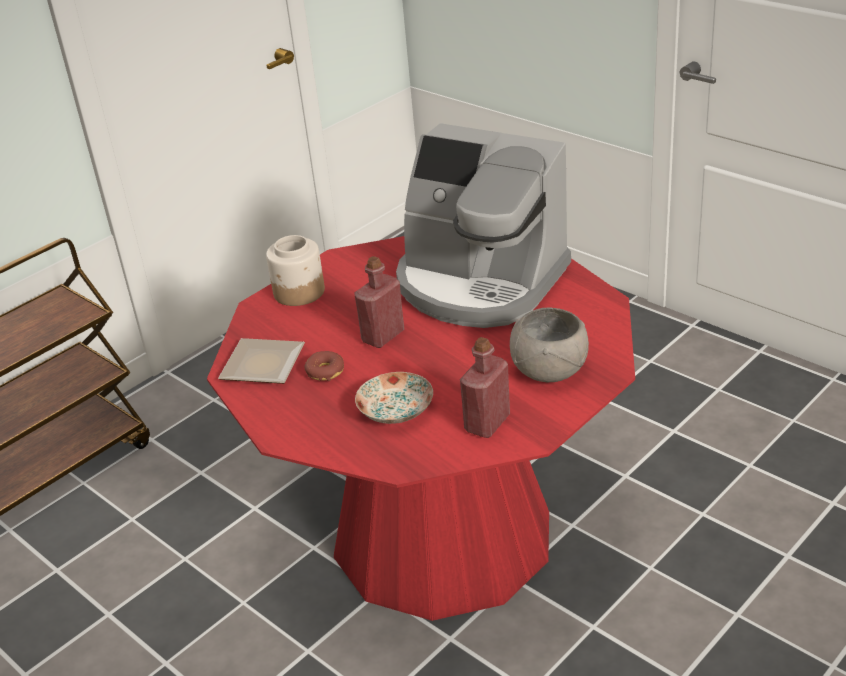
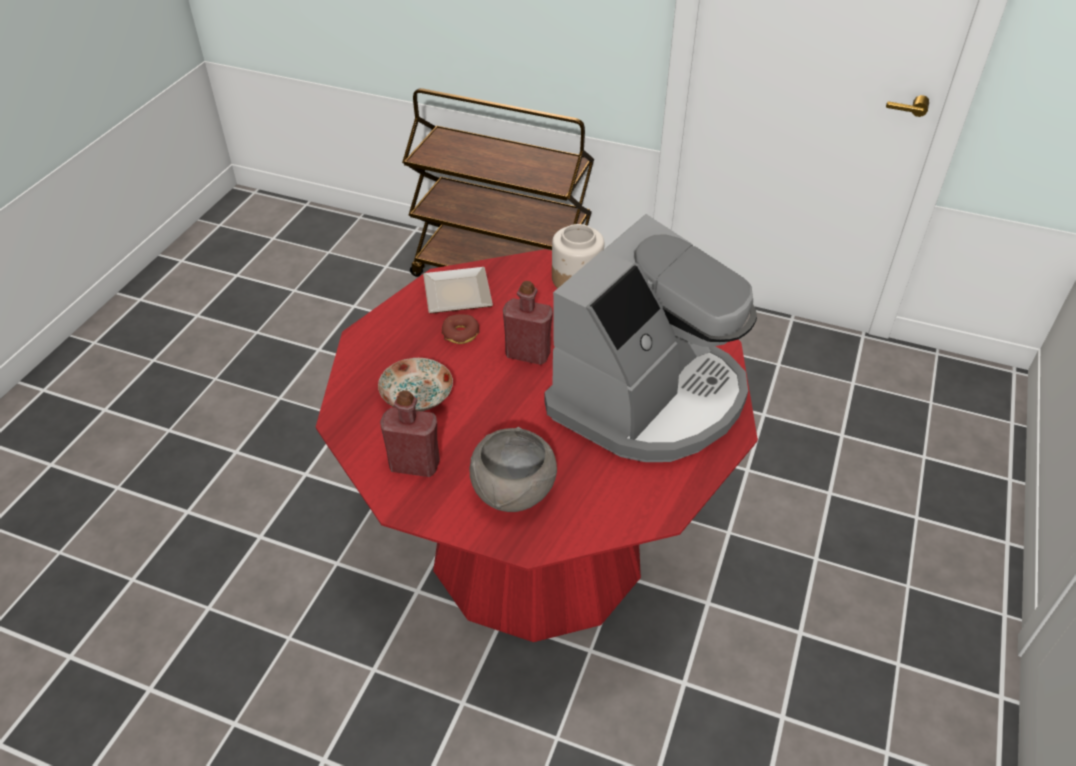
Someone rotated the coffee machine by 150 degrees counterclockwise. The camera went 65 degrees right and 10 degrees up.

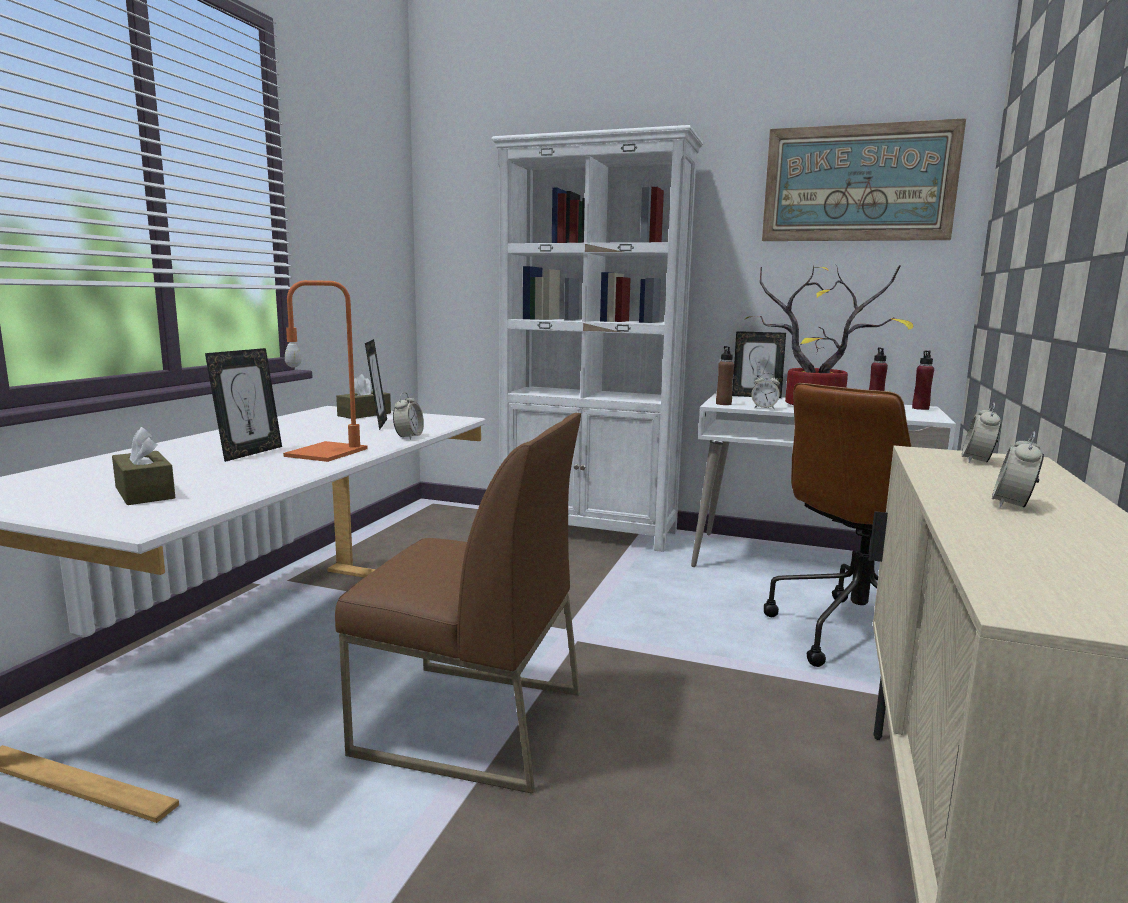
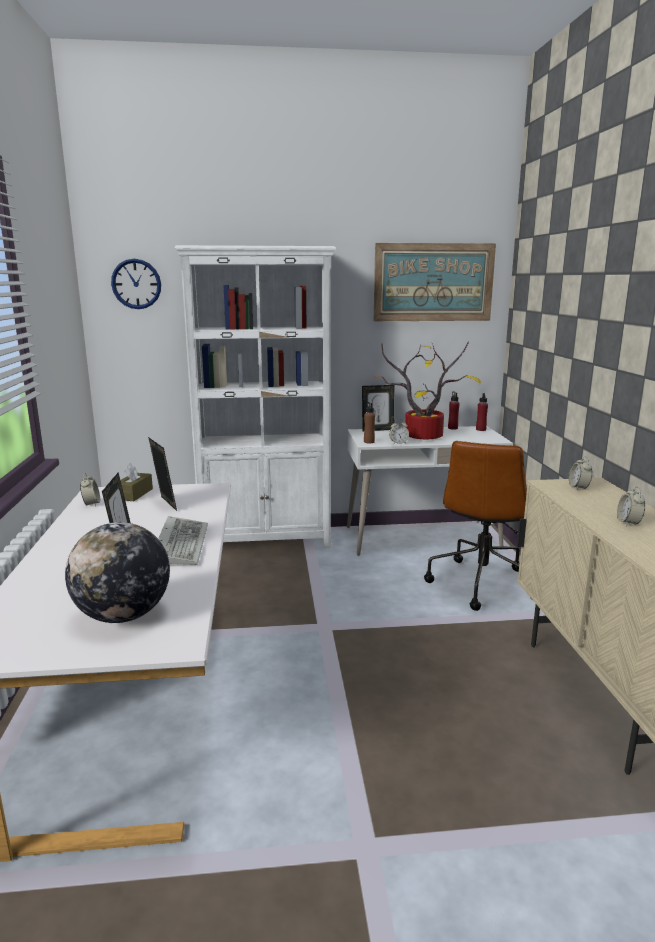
Someone swapped the brownish tissue holder (no. 1 from left) for the globe. Someone swapped the orange lamp for a table for the PC keyboard. Someone took away the brownish plain chair. Someone carried the table clock (no. 1 from left). Someone put up the hanging clock. The camera went 25 degrees left and 5 degrees up.

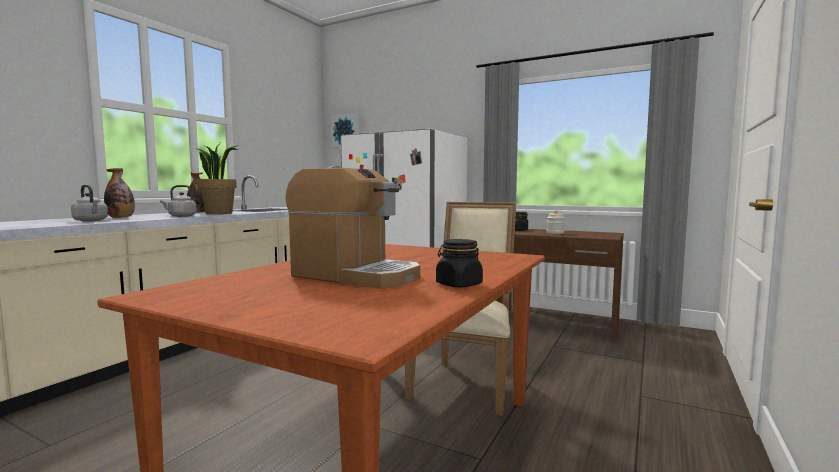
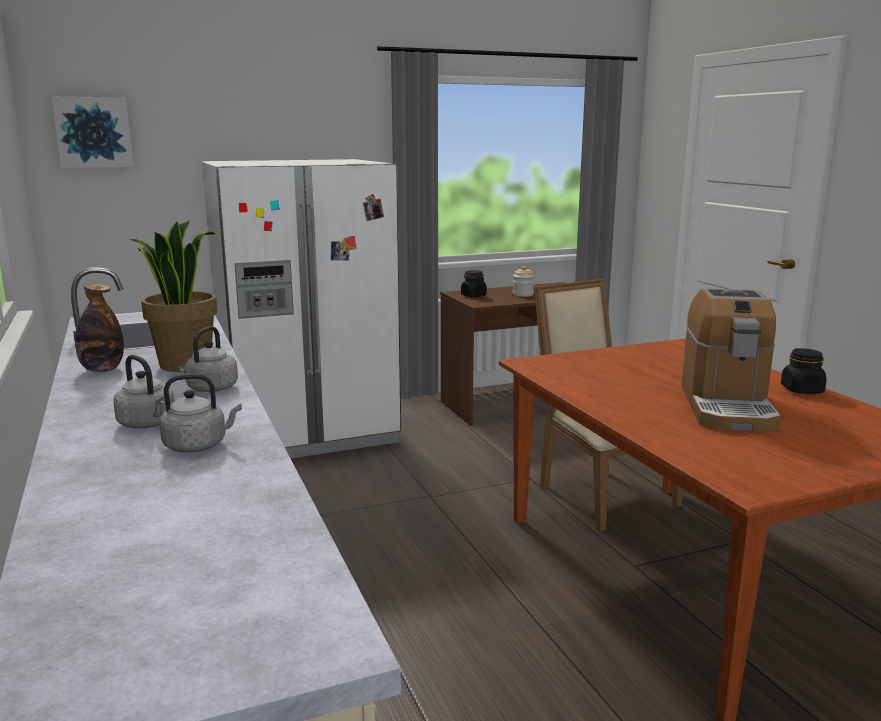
Someone swapped the beverage bottle (no. 1 from left) for the gray tea kettle (no. 1 from left). Someone rotated the coffee machine by 120 degrees clockwise. The camera went 50 degrees left and 10 degrees up.

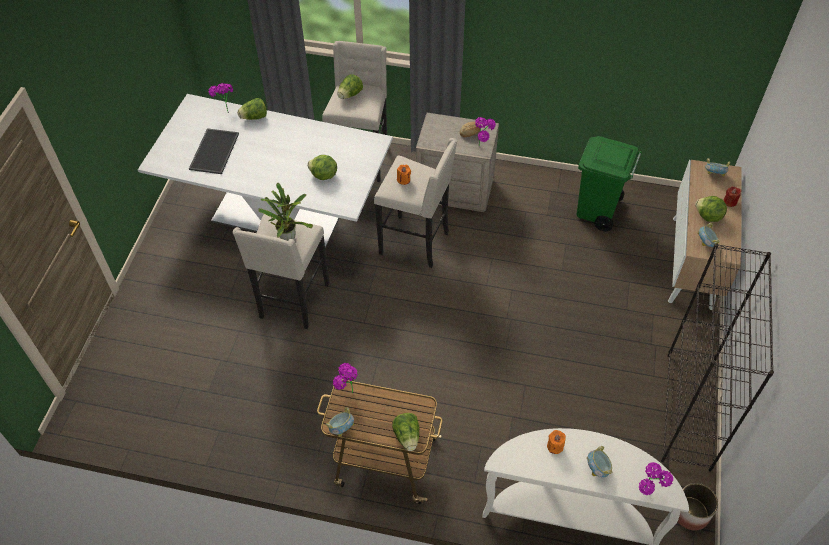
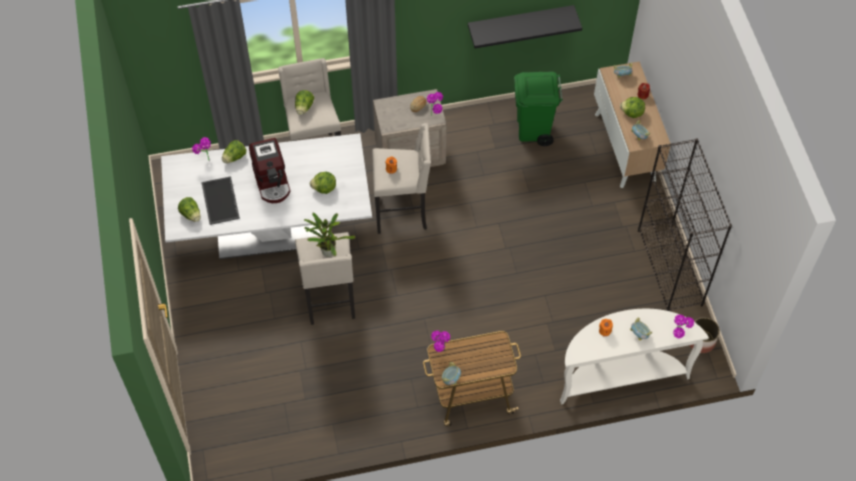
Someone carried the head of lettuce (no. 4 from left in the first image). Someone put down the coffee machine. Someone put up the black-coloured bracket shelf. The camera went 25 degrees left and 5 degrees up.

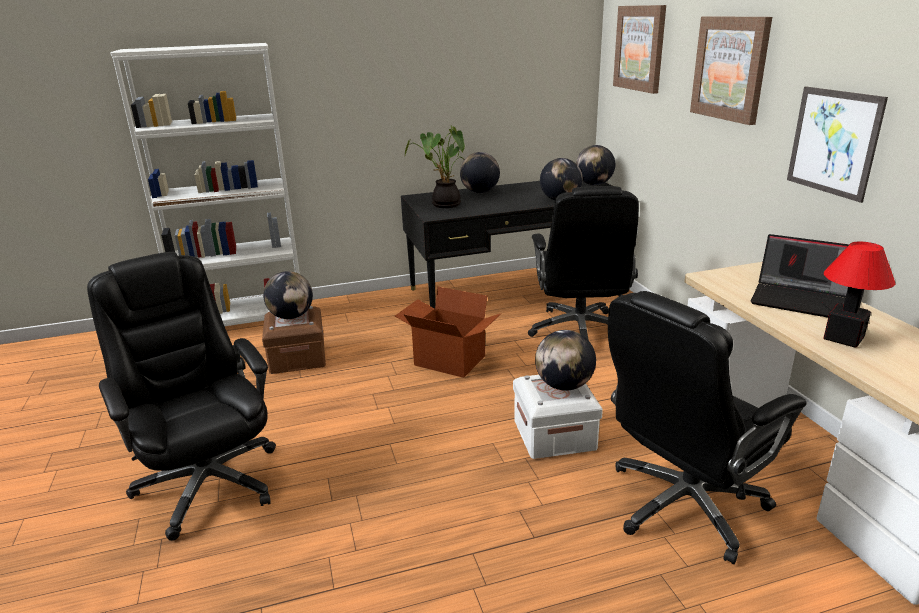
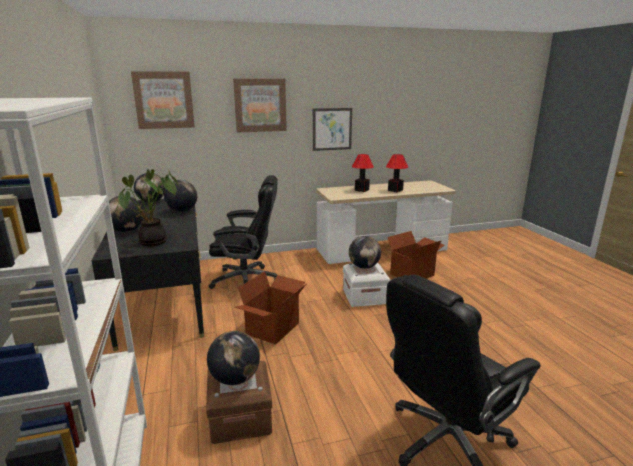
Someone swapped the black-coloured computer chair (no. 3 from left) for the cardboard box (no. 2 from left). Someone swapped the notebook computer for the lamp for a table (no. 1 from left). The camera went 90 degrees left and 5 degrees down.

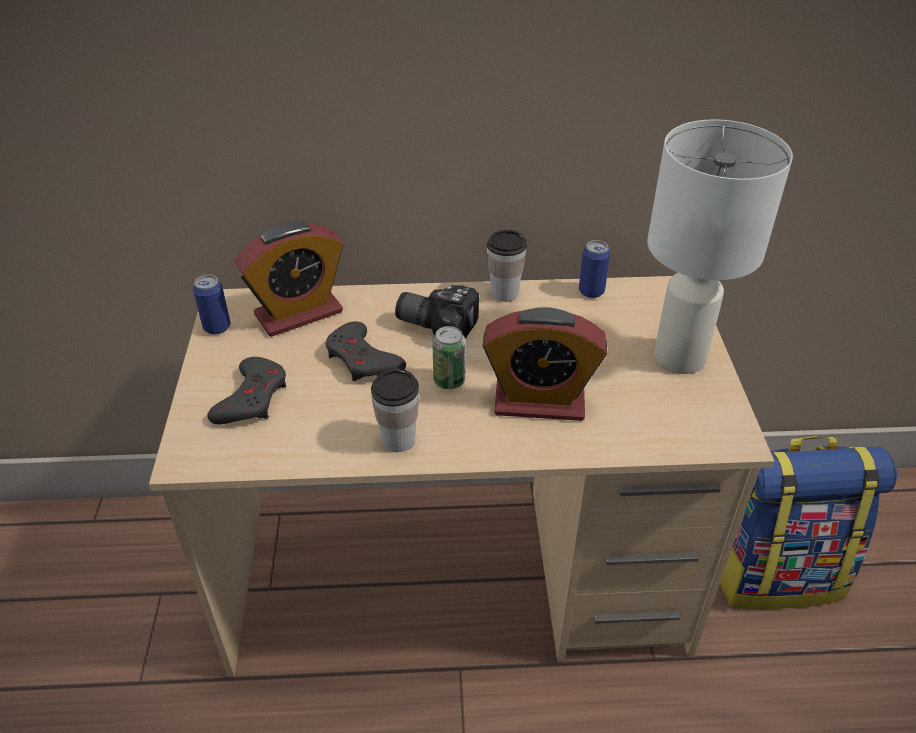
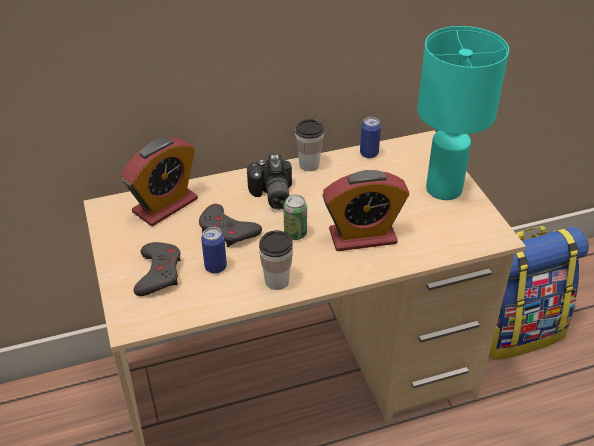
Someone carried the metal can (no. 1 from left). Someone rotated the still camera by 105 degrees counterclockwise. Someone repainted the white lamp for a table, which became the turquoise lamp for a table. The camera went 15 degrees left and 0 degrees up.

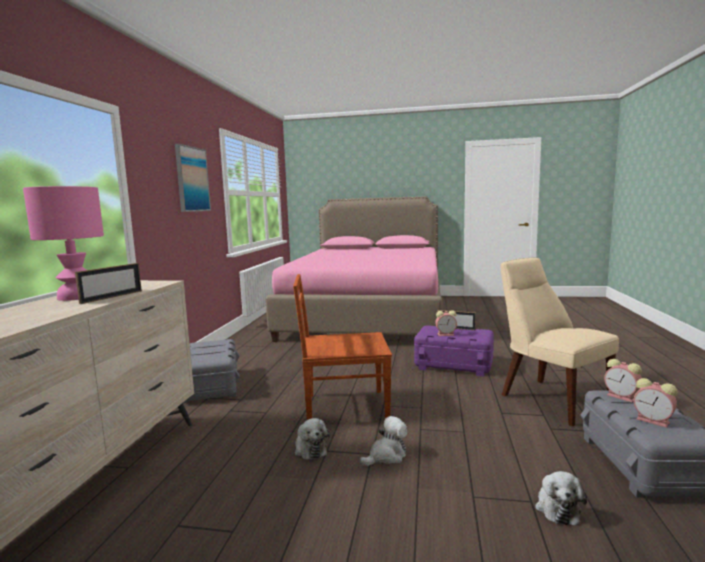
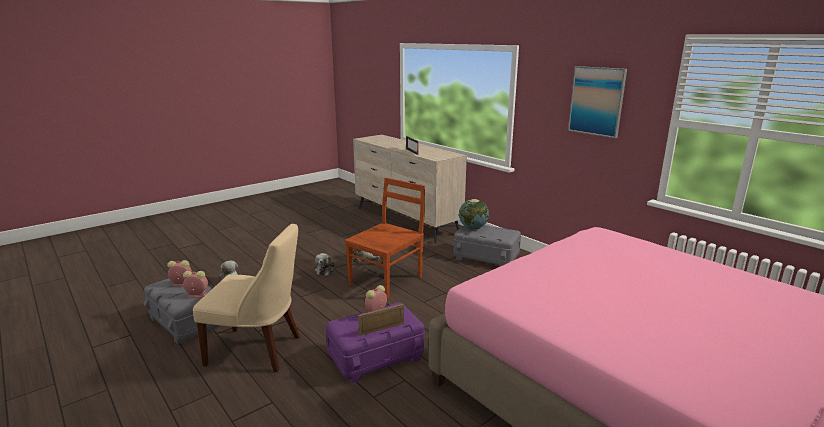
Someone took away the pinkish lamp for a table. Someone put down the globe. The camera went 130 degrees right and 10 degrees up.

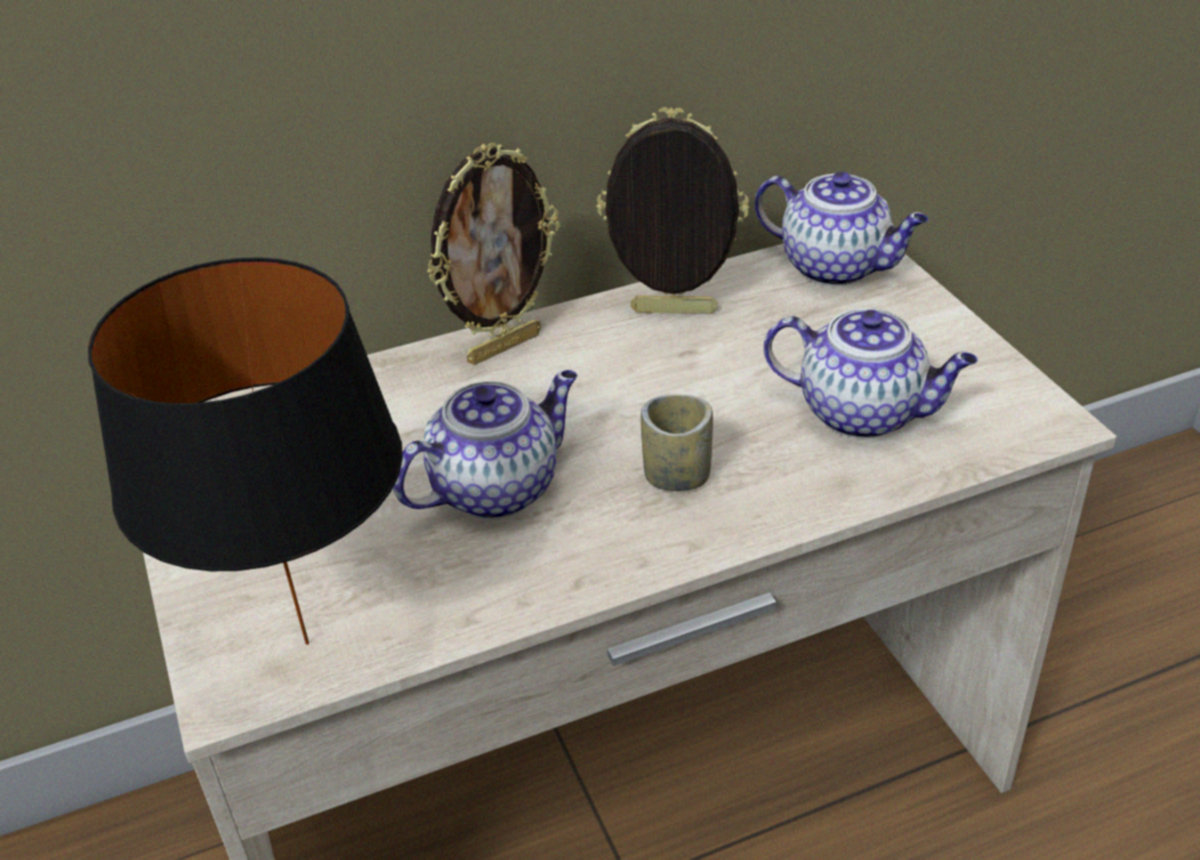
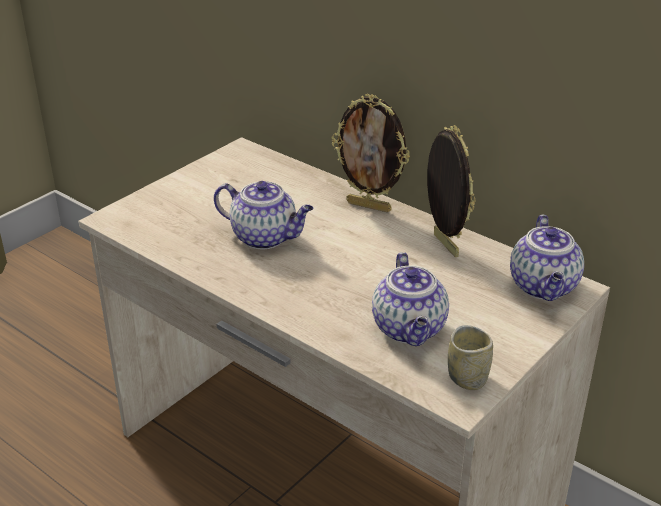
Someone took away the black-coloured lamp for a table. Someone carried the small cup. The camera went 60 degrees right and 5 degrees down.

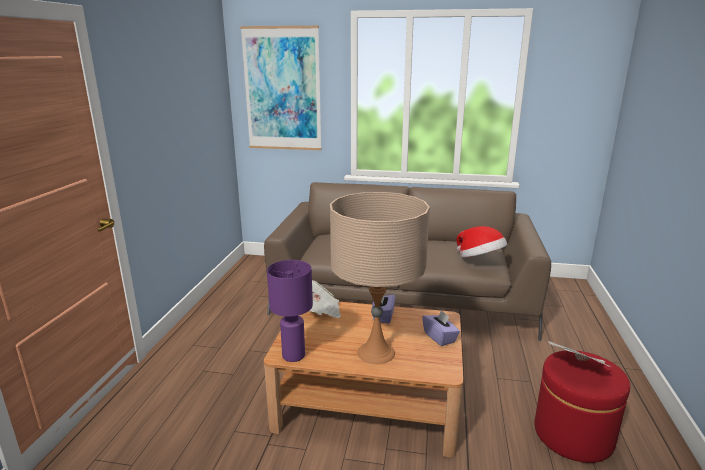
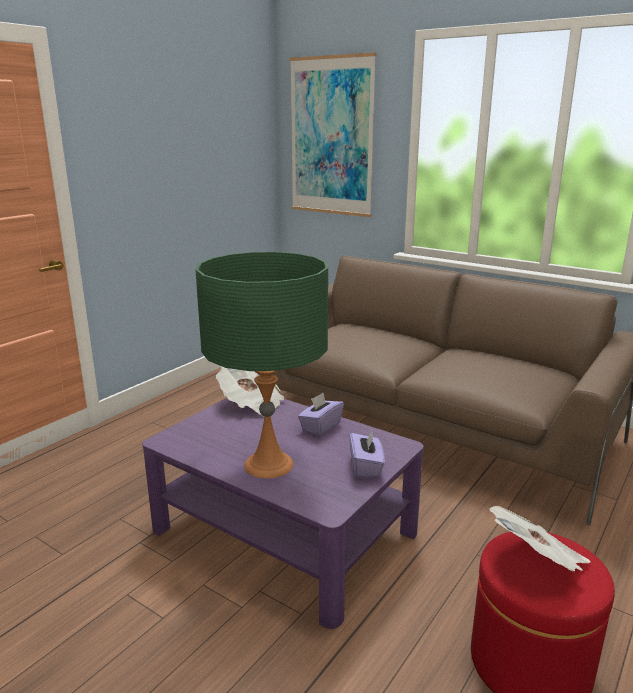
Someone repainted the brownish coffee table, which became the purple coffee table. Someone took away the purple lamp for a table. Someone repainted the sand-coloured lamp for a table, which became the green-coloured lamp for a table. Someone took away the wearable hat. The camera went 25 degrees right and 0 degrees up.

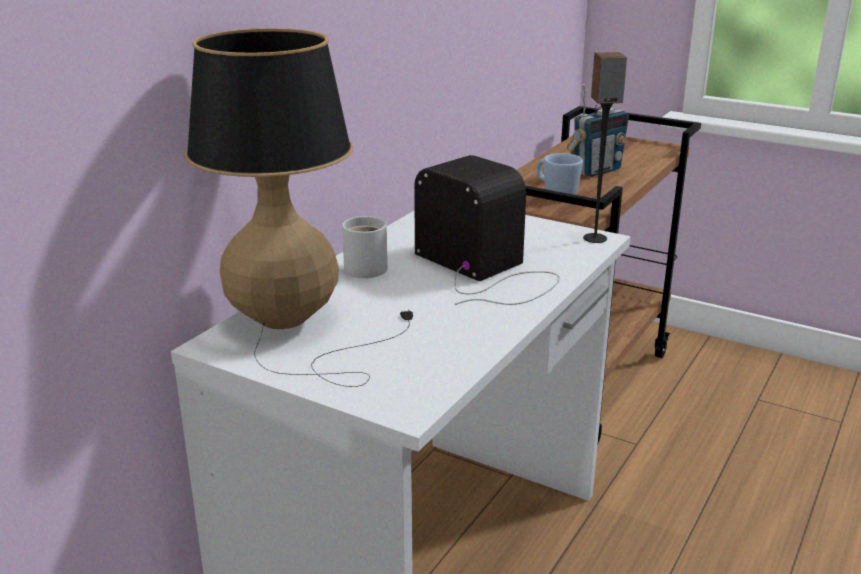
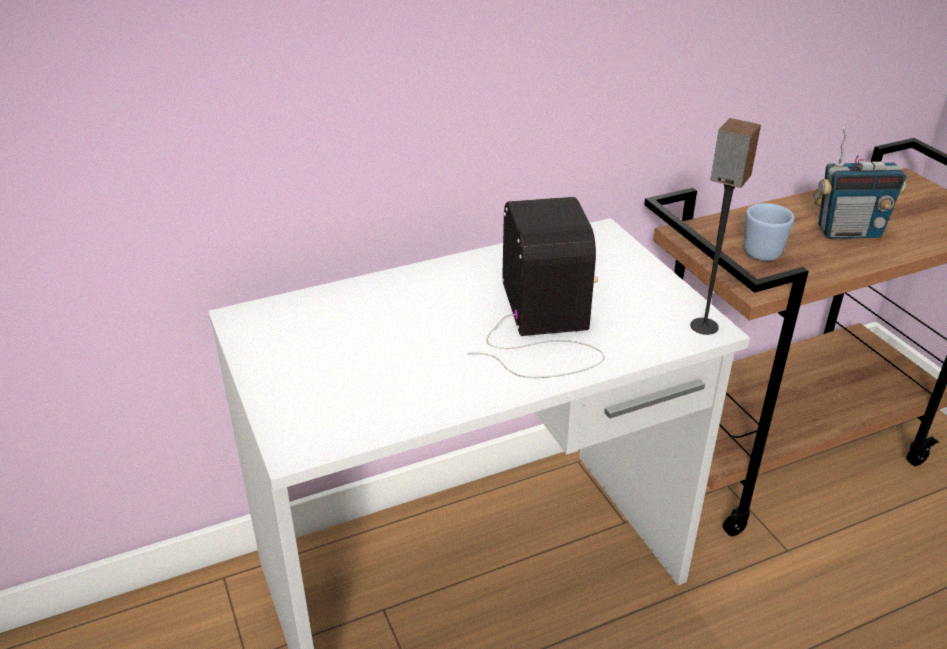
Someone took away the lamp for a table. Someone took away the white mug. The camera went 35 degrees right and 10 degrees up.

